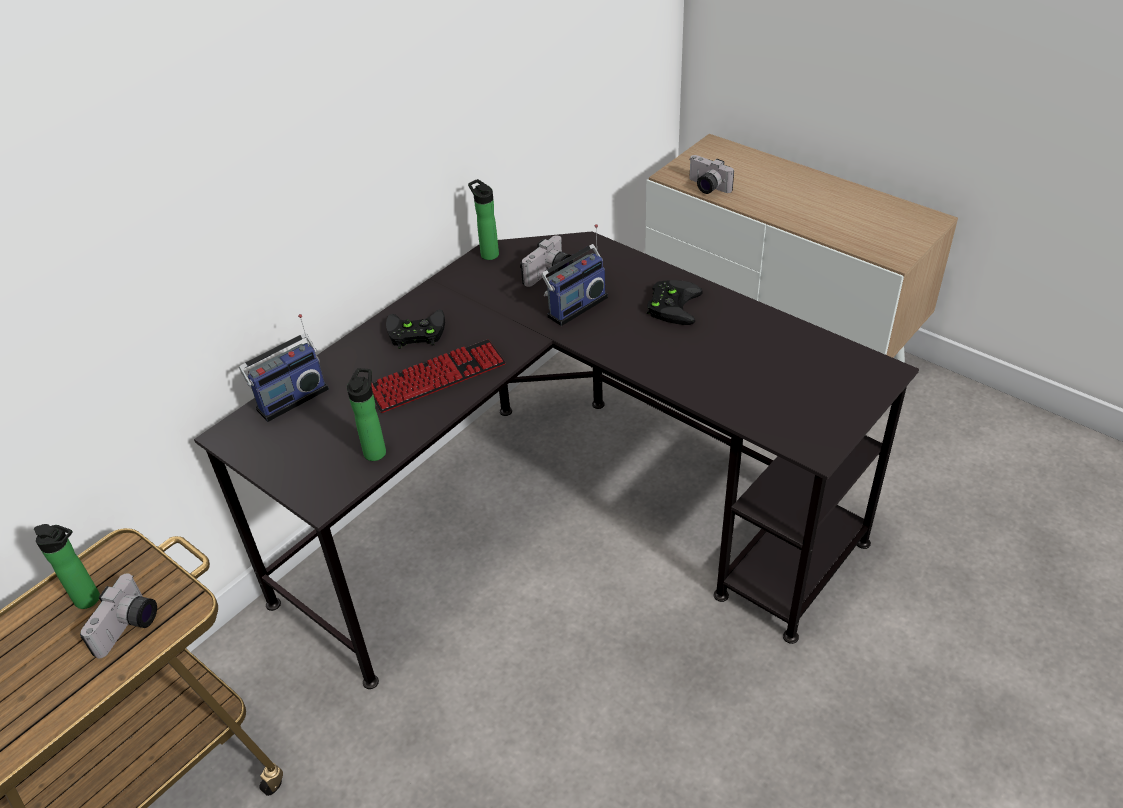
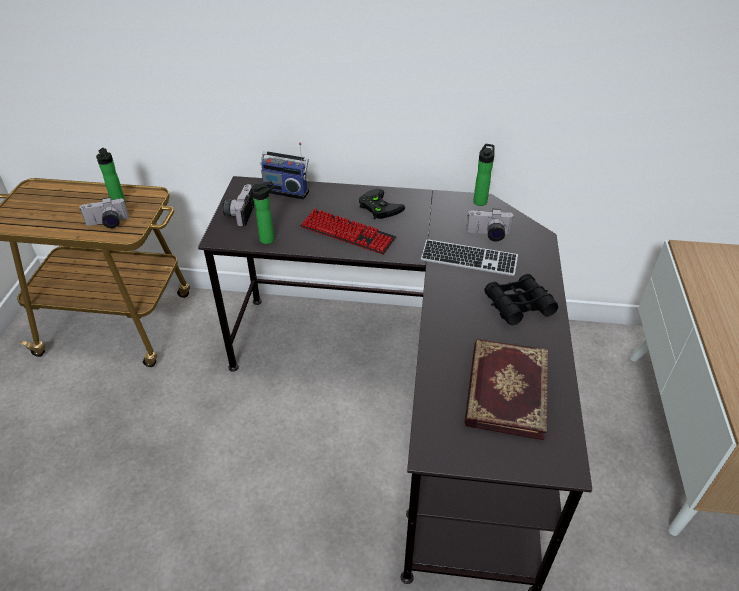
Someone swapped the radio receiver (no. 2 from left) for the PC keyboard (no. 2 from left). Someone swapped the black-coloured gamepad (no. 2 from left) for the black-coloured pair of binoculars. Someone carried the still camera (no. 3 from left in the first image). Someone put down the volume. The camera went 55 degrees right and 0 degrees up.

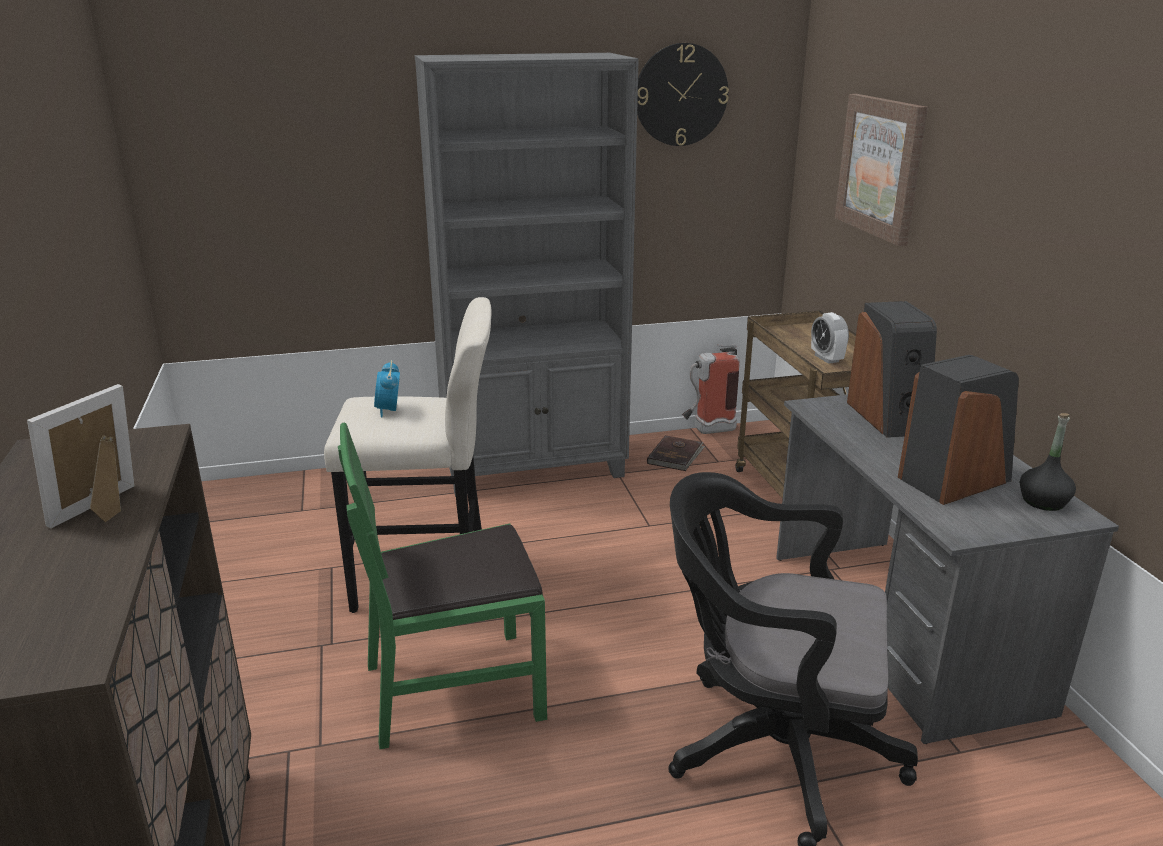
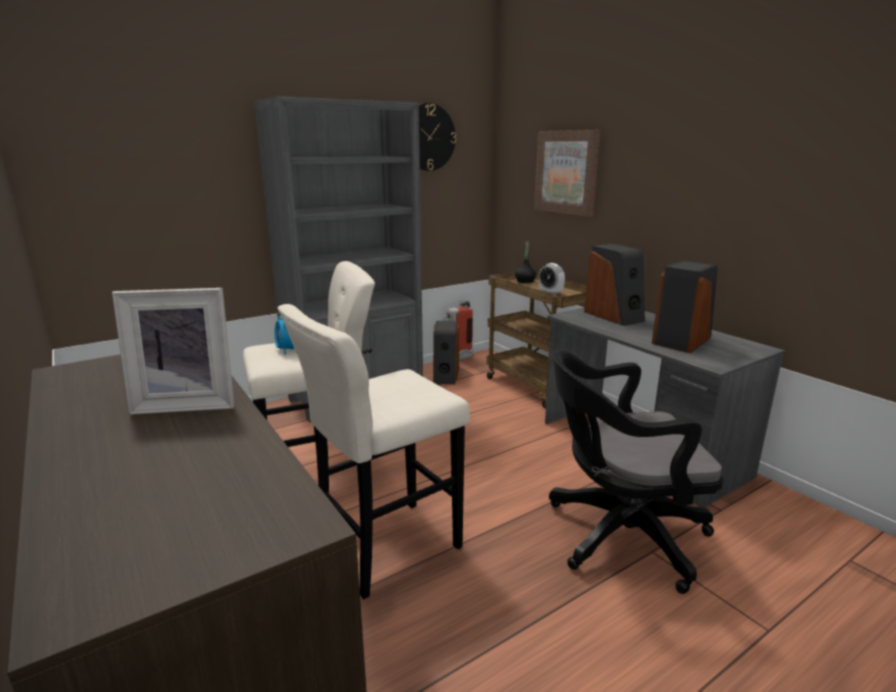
Someone rotated the photo frame by 105 degrees counterclockwise. Someone swapped the green-coloured plain chair for the sand-coloured stool (no. 2 from left). Someone swapped the brownish volume for the audio speaker (no. 1 from left). Someone carried the black-coloured beverage bottle. The camera went 20 degrees left and 5 degrees down.

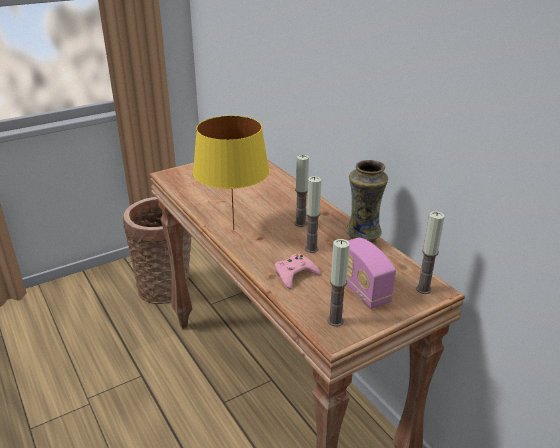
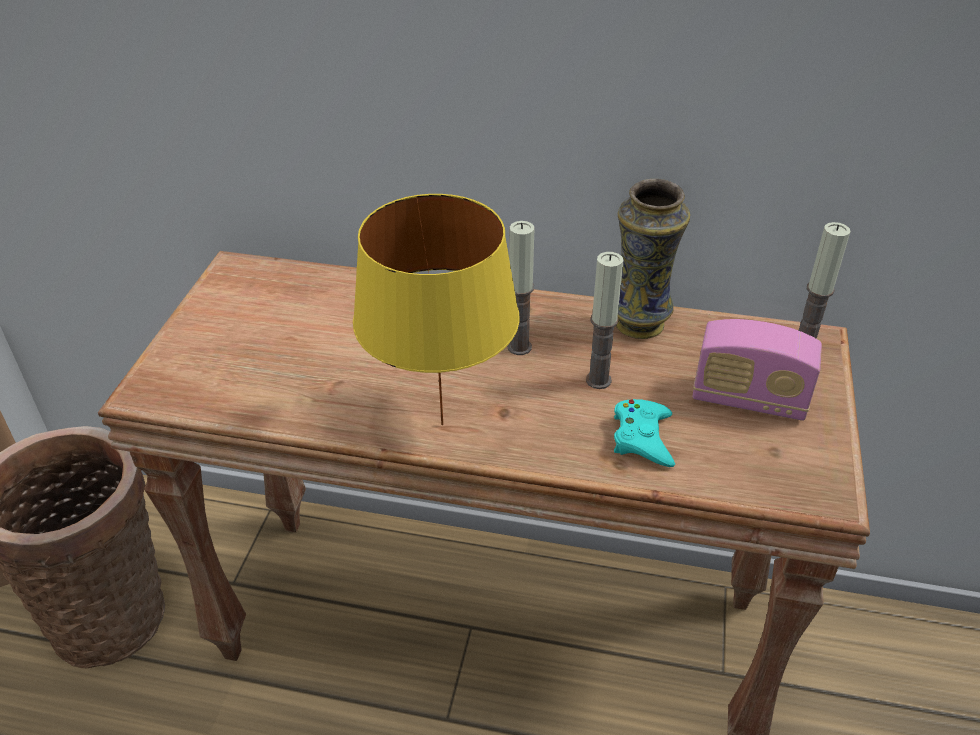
Someone repainted the pinkish gamepad, which became the turquoise gamepad. Someone took away the candle (no. 3 from left). The camera went 45 degrees left and 10 degrees up.

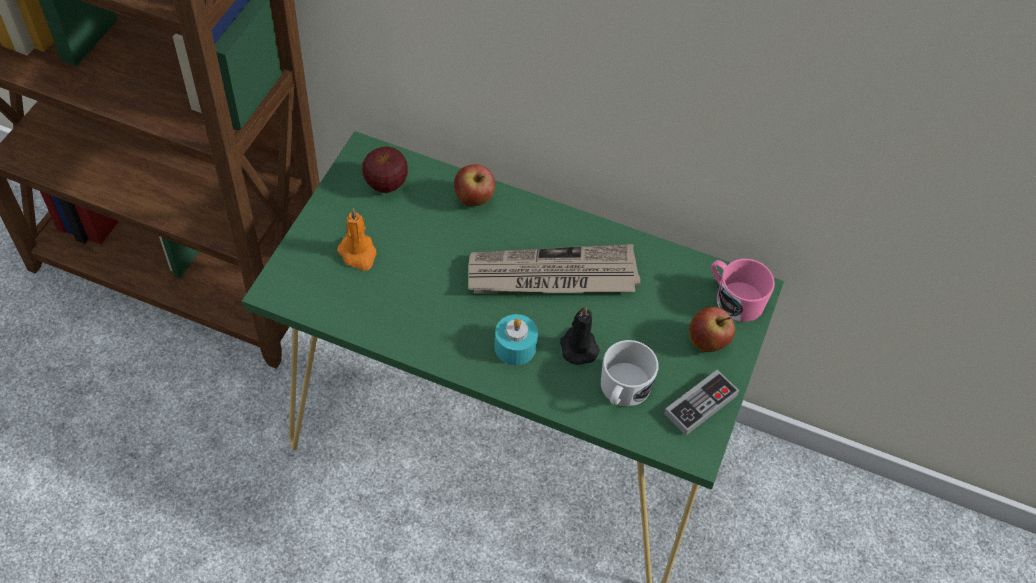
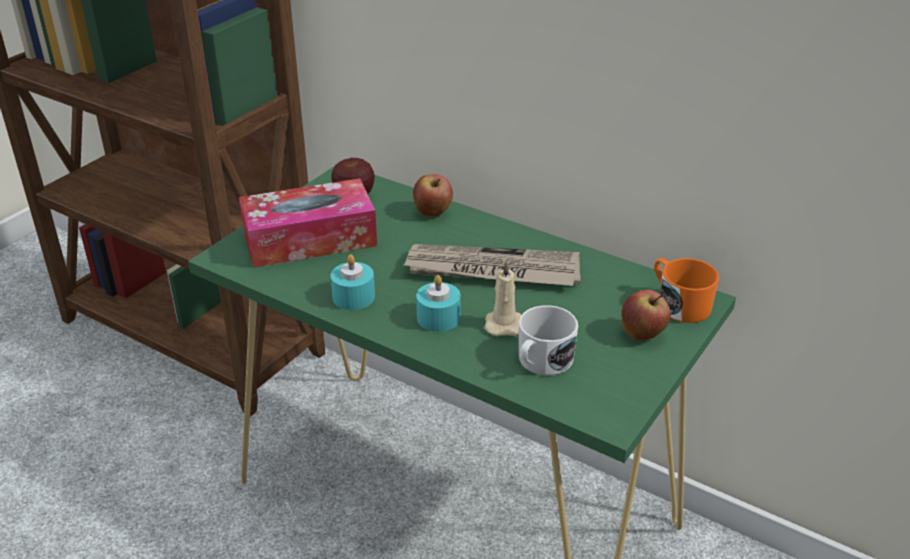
Someone swapped the orange candle for the tissue holder. Someone repainted the black-coloured candle, which became the sand-coloured candle. Someone took away the gamepad. Someone repainted the pinkish mug, which became the orange mug. Someone put down the turquoise candle (no. 1 from left). The camera went 15 degrees right and 20 degrees down.

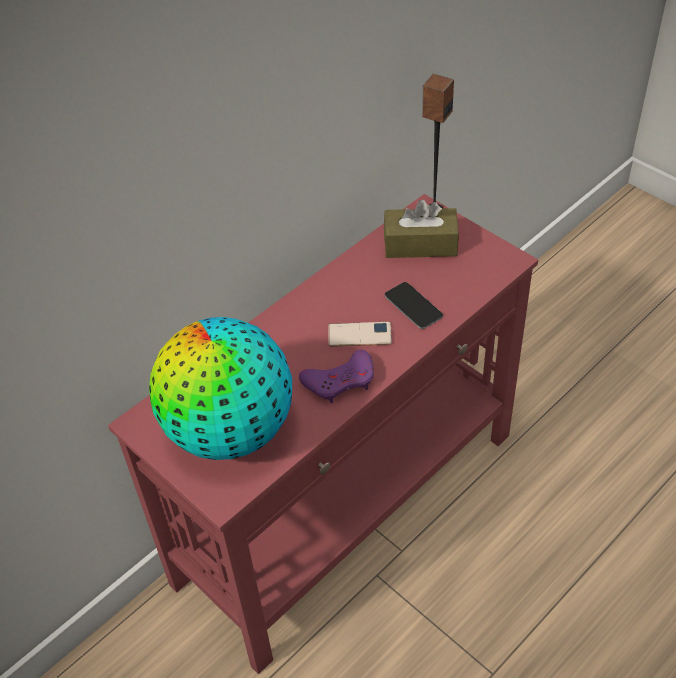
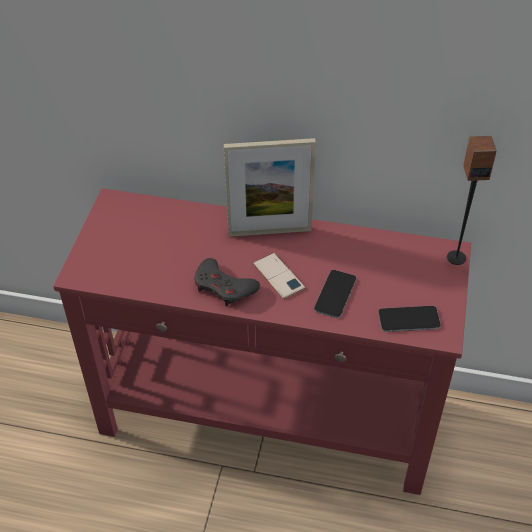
Someone took away the globe. Someone repainted the purple gamepad, which became the gray gamepad. Someone took away the brownish tissue holder. Someone put down the photo frame. Someone put down the phone (no. 3 from left). The camera went 55 degrees right and 0 degrees up.

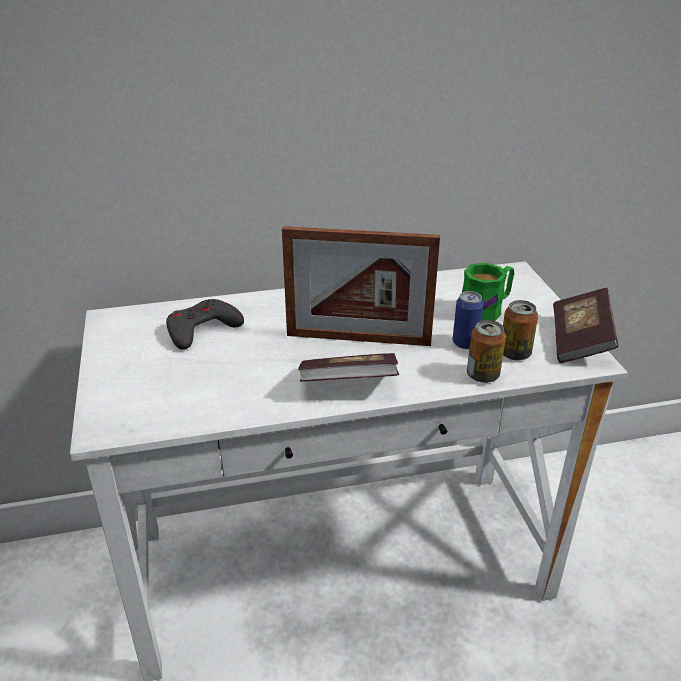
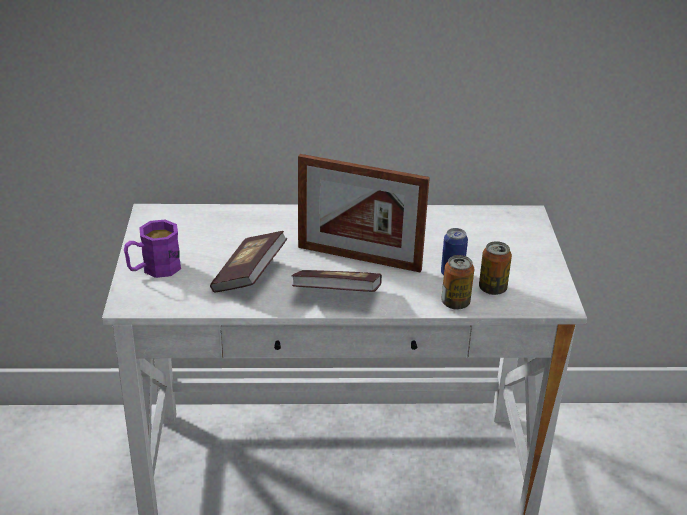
Someone took away the gray gamepad. Someone took away the green-coloured mug. Someone carried the volume (no. 2 from left in the first image). Someone put down the purple mug. The camera went 10 degrees right and 0 degrees up.

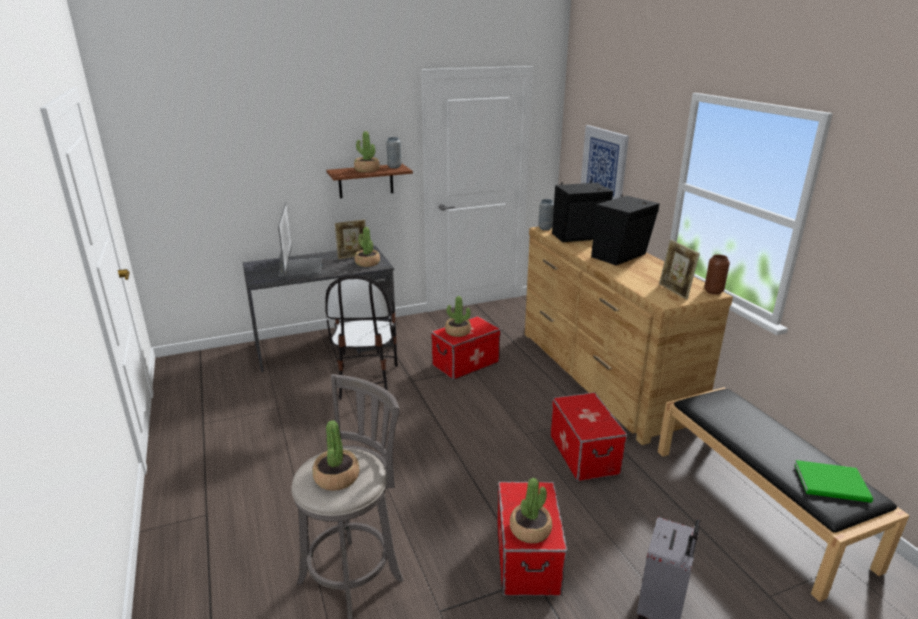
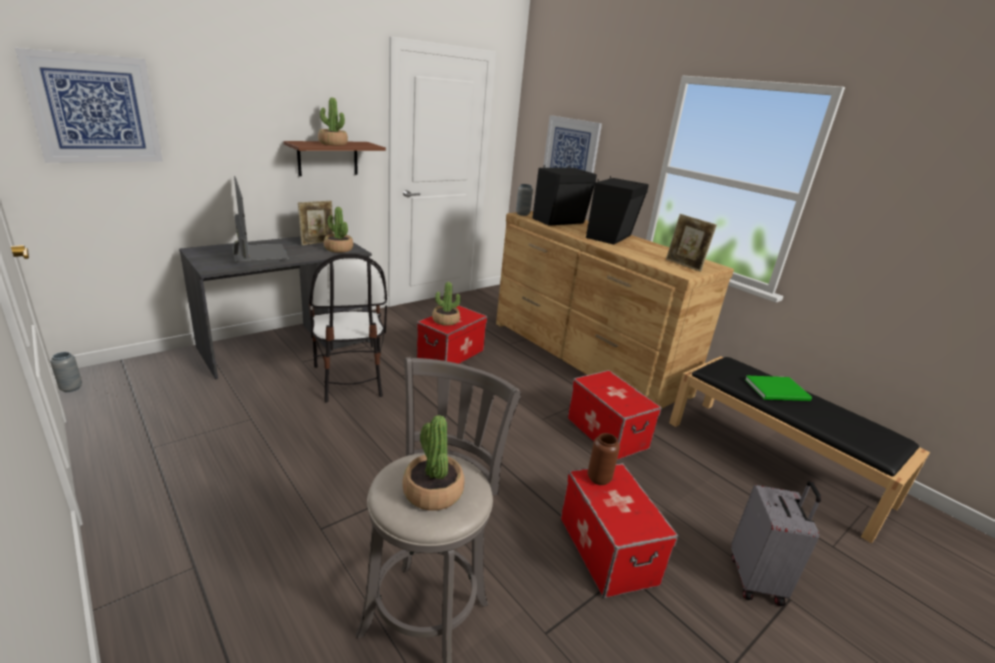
Someone carried the gray decorative vase (no. 1 from left). Someone took away the plant in a pot (no. 5 from left). Someone carried the brownish decorative vase. Someone carried the green-coloured volume. Someone put up the picture (no. 1 from left). The camera went 20 degrees left and 0 degrees up.

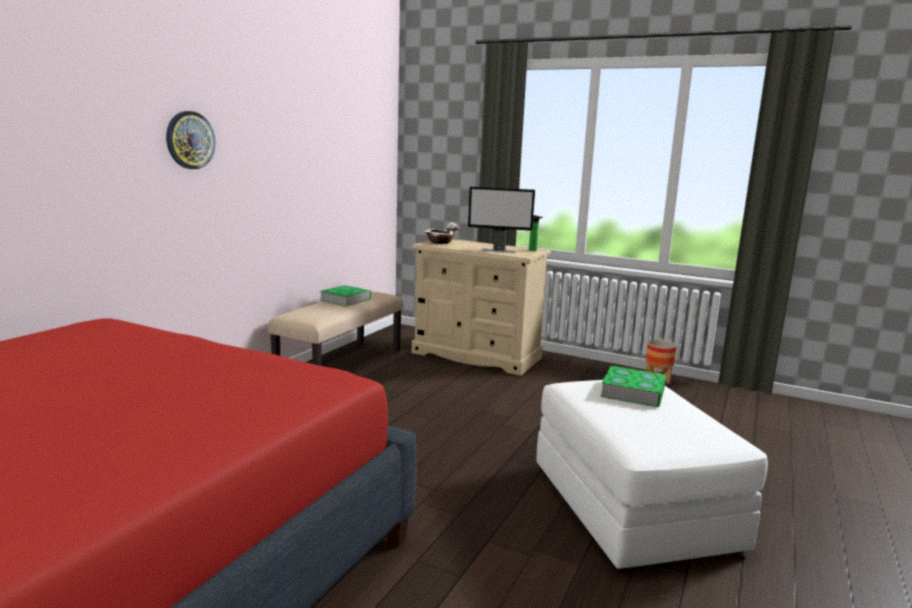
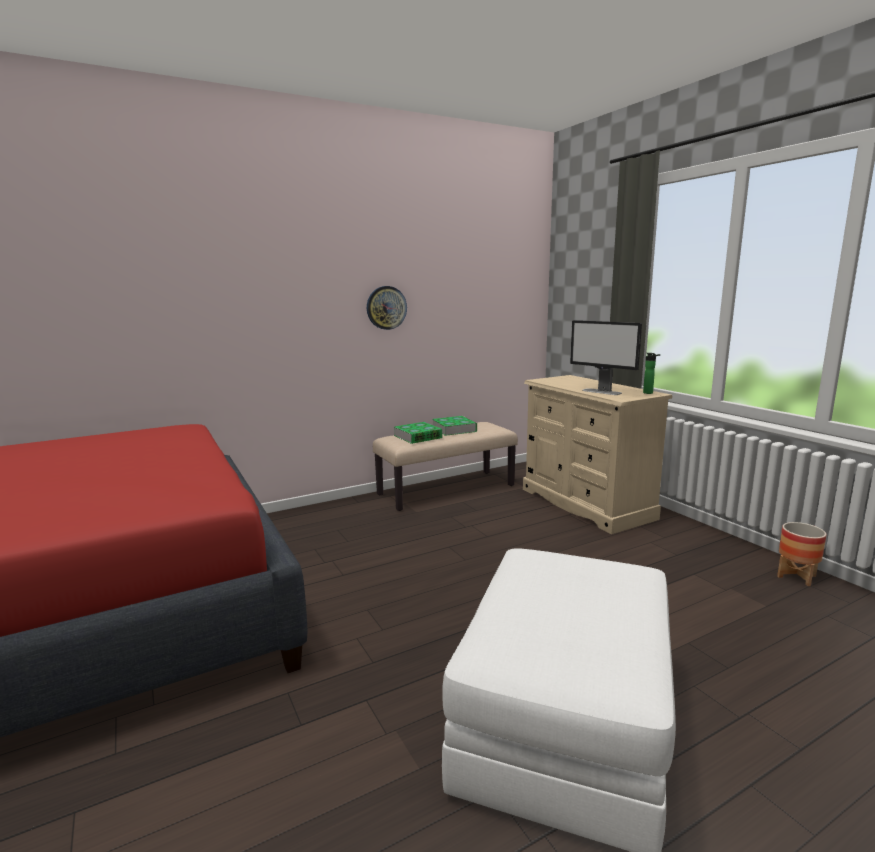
Someone carried the hanging clock. Someone took away the white serving bowl. Someone carried the volume (no. 2 from left in the first image). The camera went 35 degrees right and 0 degrees up.

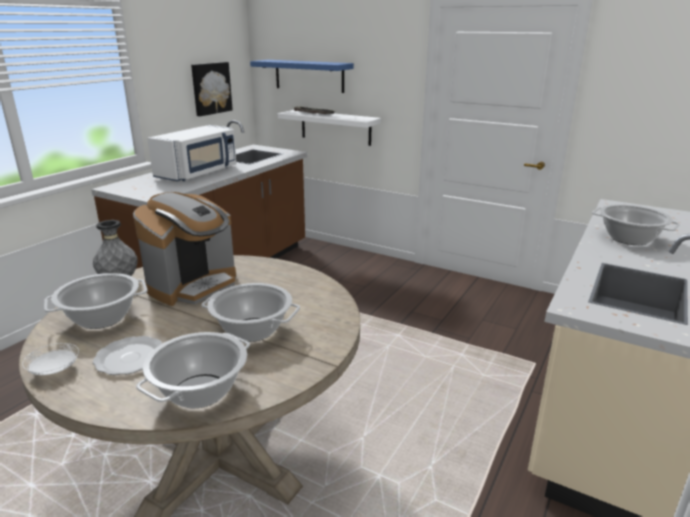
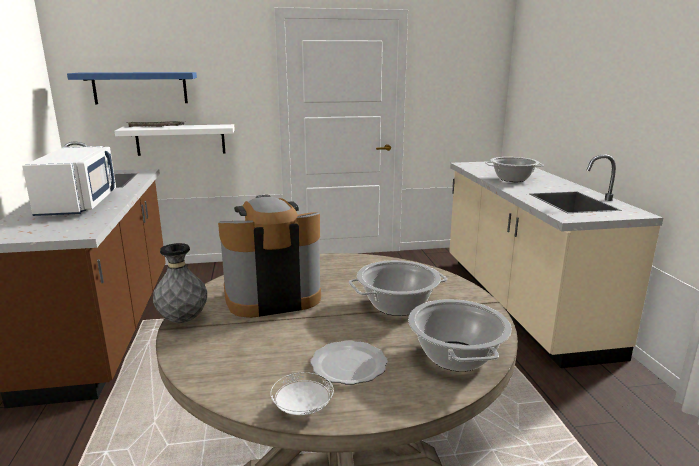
Someone took away the cooking pot (no. 1 from left). Someone rotated the coffee machine by 105 degrees counterclockwise. Someone took away the picture. The camera went 40 degrees left and 5 degrees down.

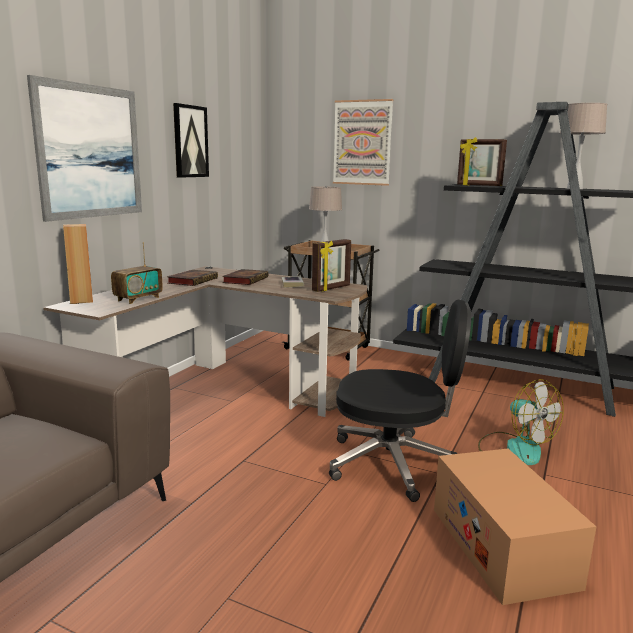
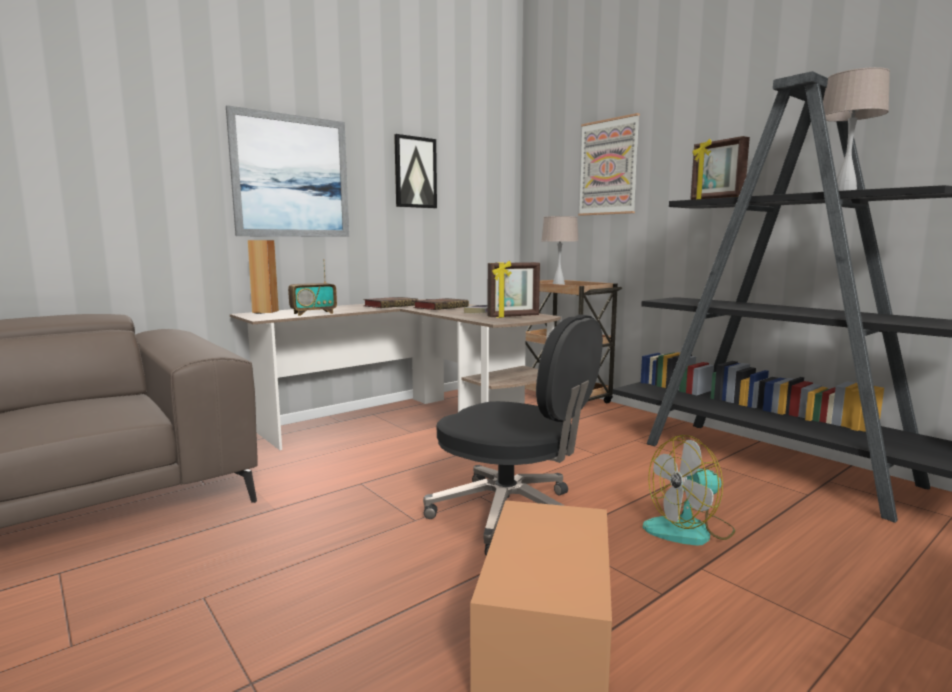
Someone rotated the electric fan by 75 degrees clockwise. The camera went 25 degrees right and 5 degrees down.

